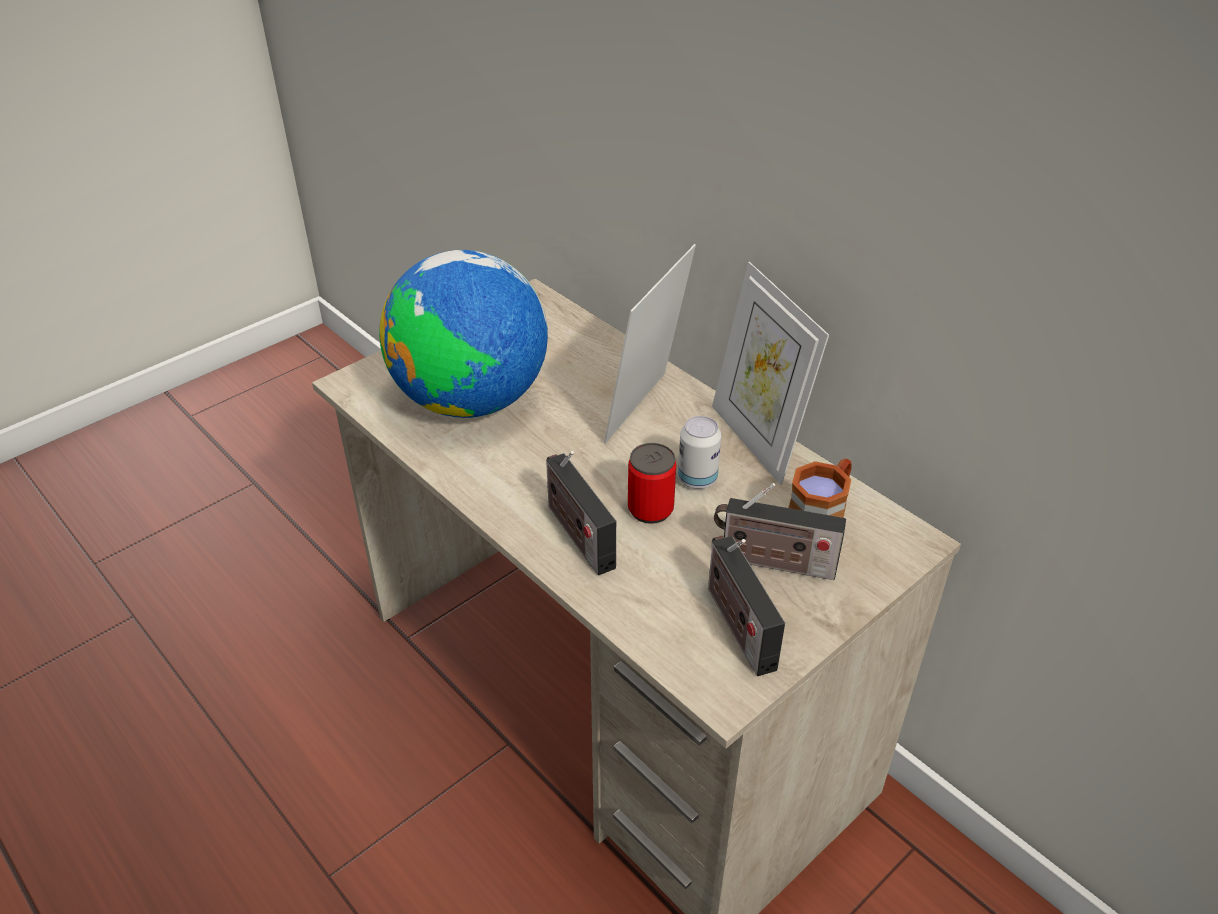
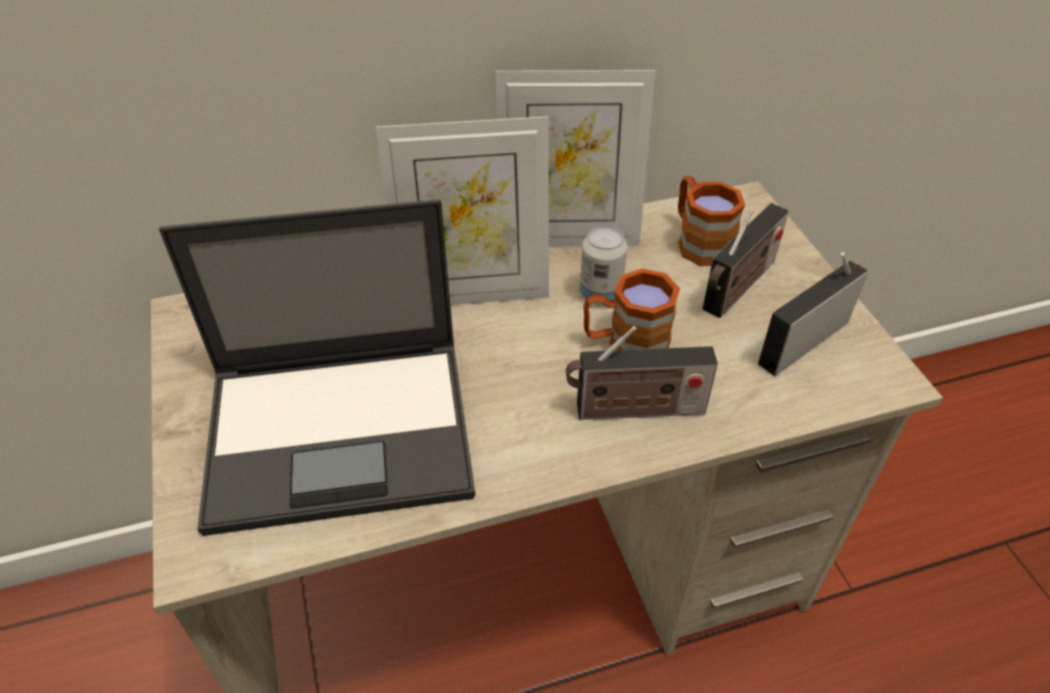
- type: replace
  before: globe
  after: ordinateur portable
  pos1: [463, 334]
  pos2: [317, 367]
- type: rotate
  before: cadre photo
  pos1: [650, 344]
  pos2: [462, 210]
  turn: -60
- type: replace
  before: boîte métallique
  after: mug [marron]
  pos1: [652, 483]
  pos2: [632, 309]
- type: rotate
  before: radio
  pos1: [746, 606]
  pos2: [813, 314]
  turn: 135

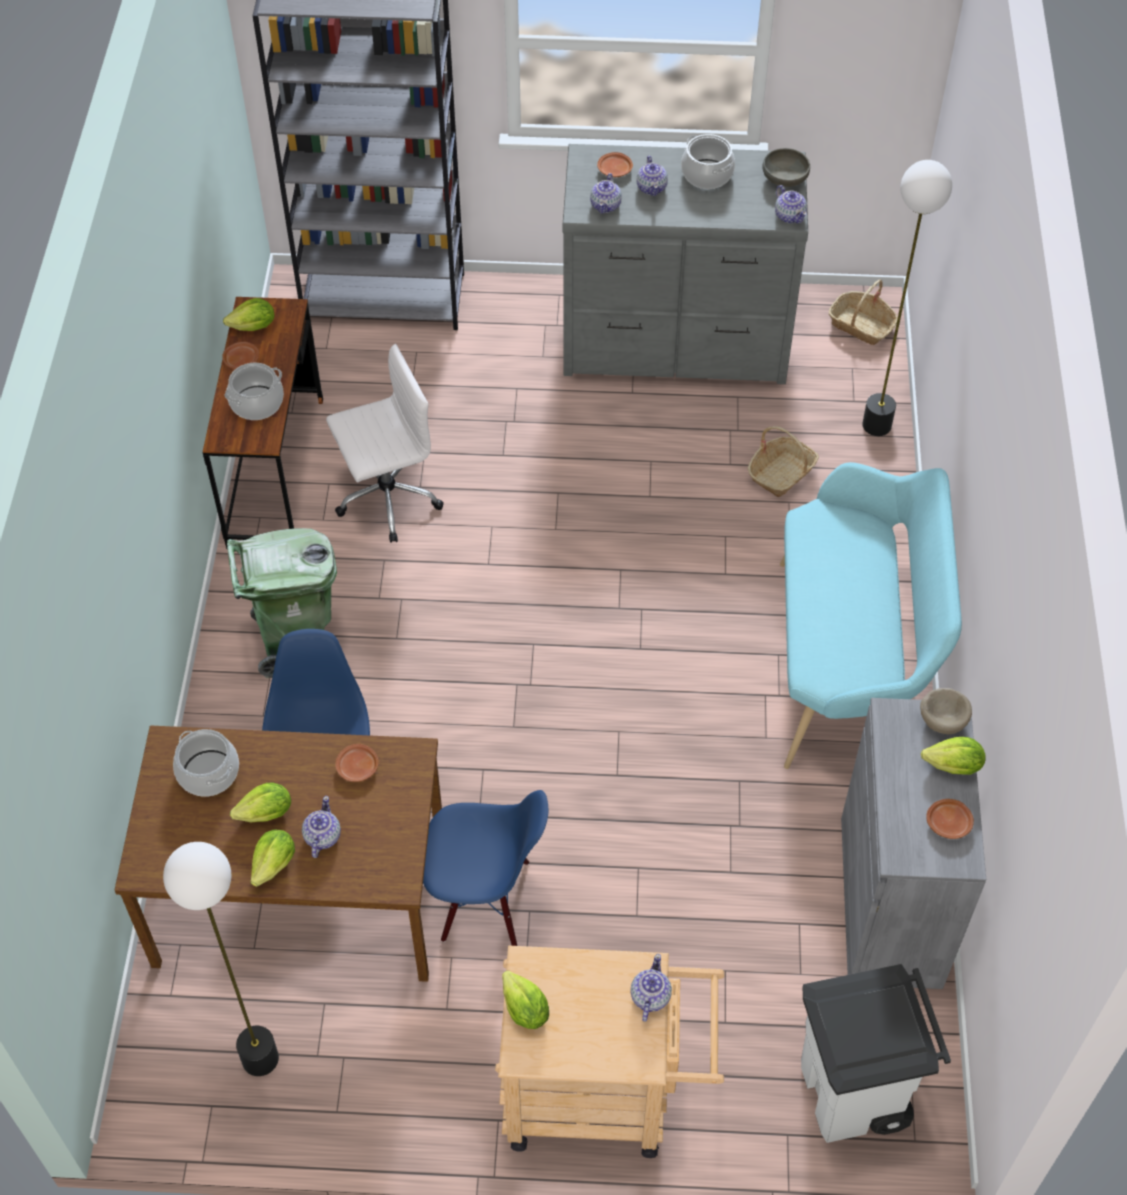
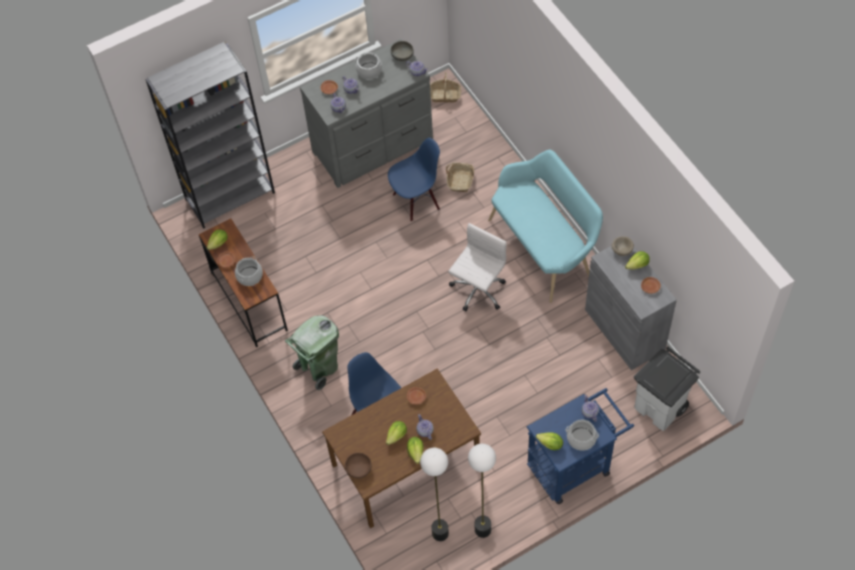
- type: insert
  after: bol [marron]
  pos2: [358, 466]
- type: move
  before: chaise [bleu]
  pos1: [485, 868]
  pos2: [414, 180]
- type: move
  before: chaise de bureau [blanc]
  pos1: [385, 443]
  pos2: [477, 267]
- type: move
  before: lampadaire
  pos1: [907, 298]
  pos2: [482, 491]
- type: recolor
  before: chariot [beige]
  after: chariot [bleu]
  pos1: [609, 1052]
  pos2: [580, 446]
- type: move
  before: marmite
  pos1: [206, 763]
  pos2: [582, 435]

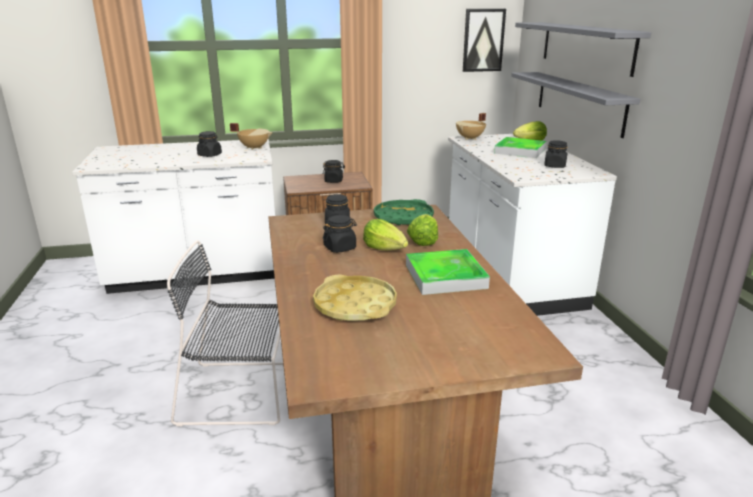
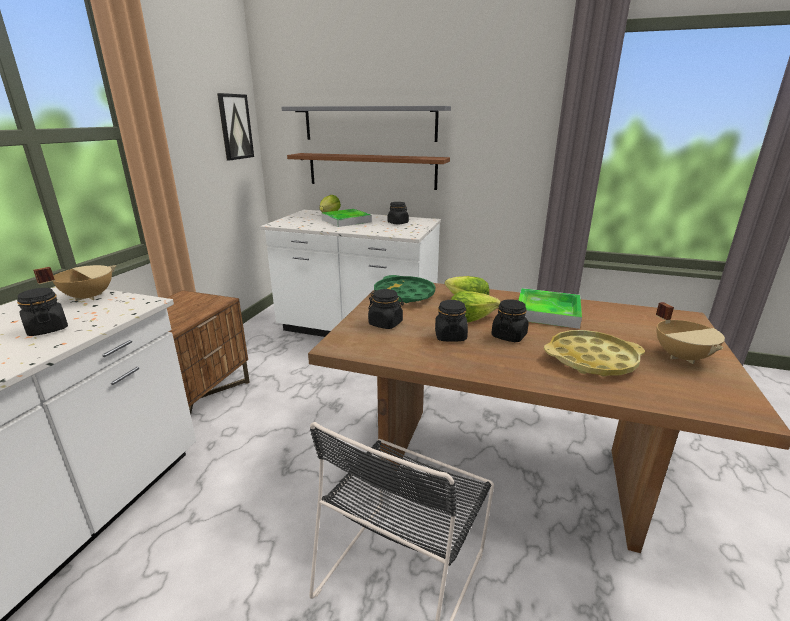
- type: recolor
  before: étagère [gris]
  after: étagère [marron]
  pos1: [575, 105]
  pos2: [368, 171]
- type: move
  before: bocal [noir]
  pos1: [334, 171]
  pos2: [510, 320]
- type: move
  before: marmite [beige]
  pos1: [471, 126]
  pos2: [690, 333]

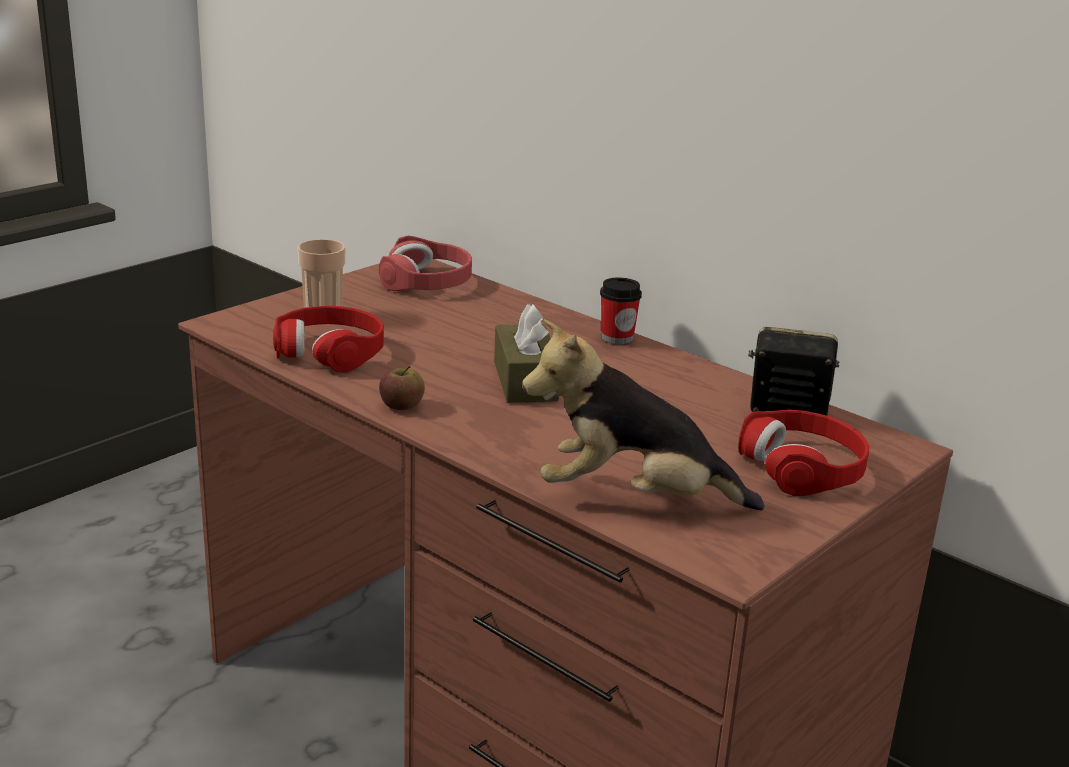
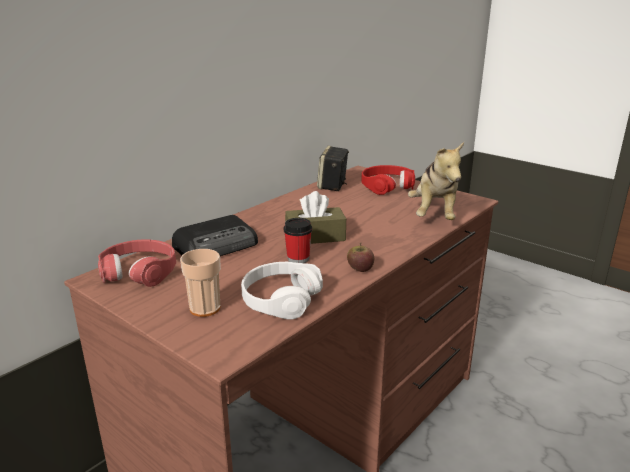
- type: insert
  after: radio
  pos2: [215, 235]
- type: recolor
  before: casque audio [rouge]
  after: casque audio [blanc]
  pos1: [328, 339]
  pos2: [282, 291]
- type: move
  before: tasse
  pos1: [621, 310]
  pos2: [298, 240]

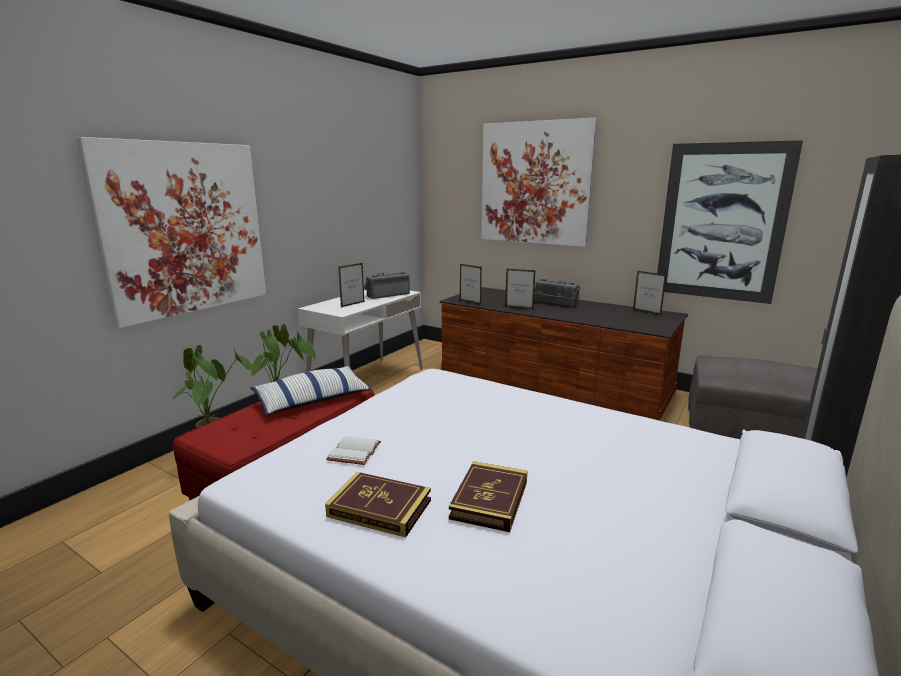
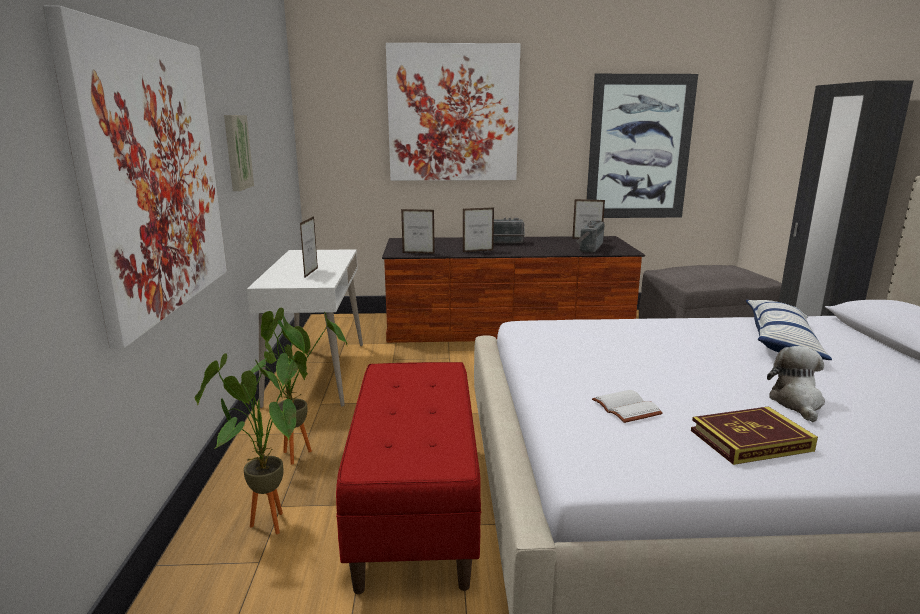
- type: insert
  after: tableau
  pos2: [239, 153]
- type: move
  before: radio
  pos1: [387, 285]
  pos2: [590, 236]
- type: move
  before: coussin
  pos1: [310, 390]
  pos2: [789, 330]
- type: replace
  before: livre
  after: peluche
  pos1: [488, 496]
  pos2: [796, 384]

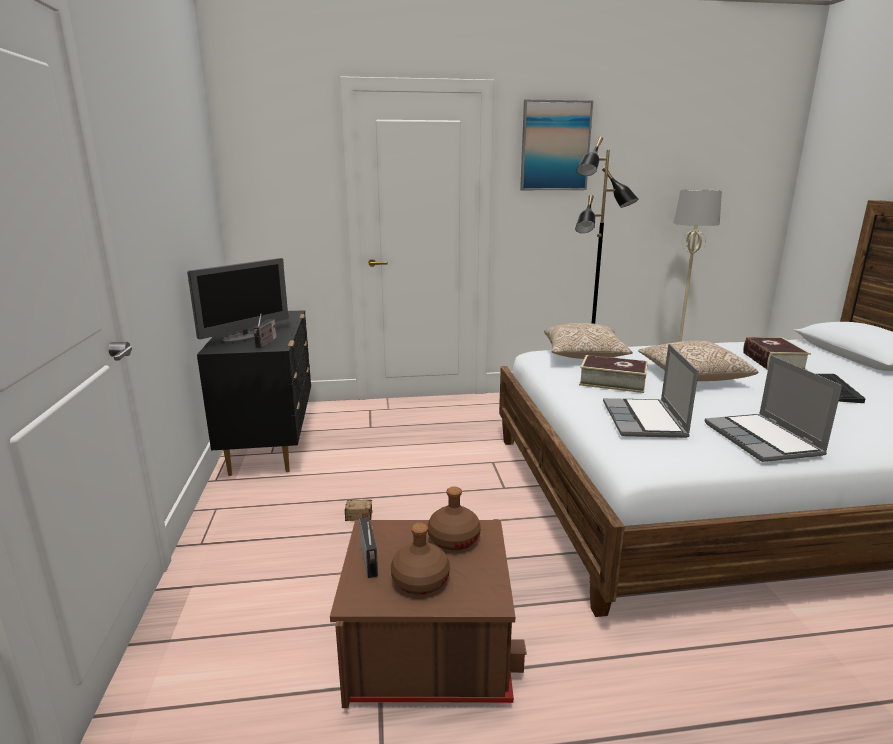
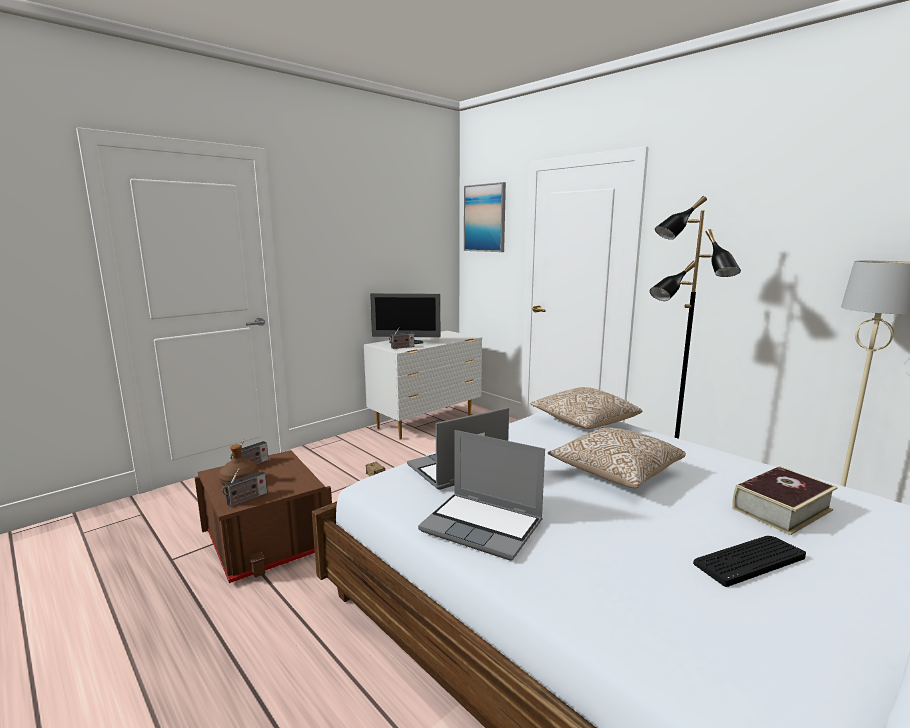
- type: insert
  after: radio
  pos2: [244, 487]
- type: recolor
  before: commode [noir]
  after: commode [blanc]
  pos1: [254, 393]
  pos2: [423, 385]
- type: rotate
  before: ordinateur portable
  pos1: [773, 408]
  pos2: [481, 495]
  turn: -105
- type: move
  before: tableau
  pos1: [556, 144]
  pos2: [485, 217]
- type: delete
  before: bouteille [marron]
  pos1: [454, 518]
- type: delete
  before: livre
  pos1: [613, 374]

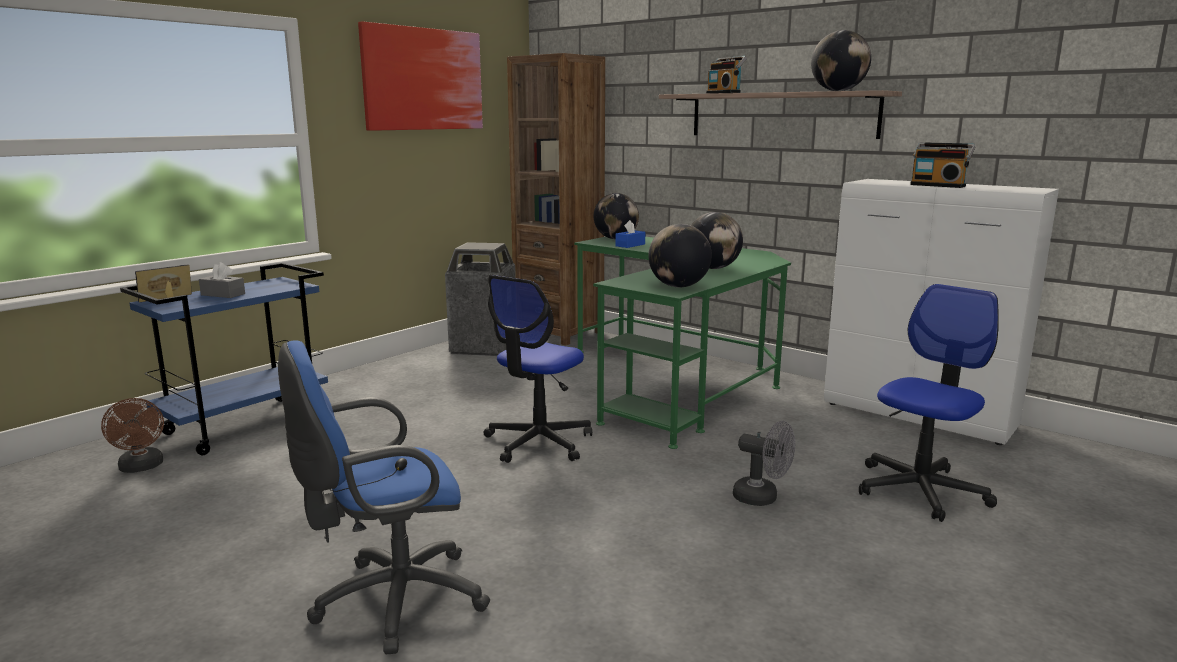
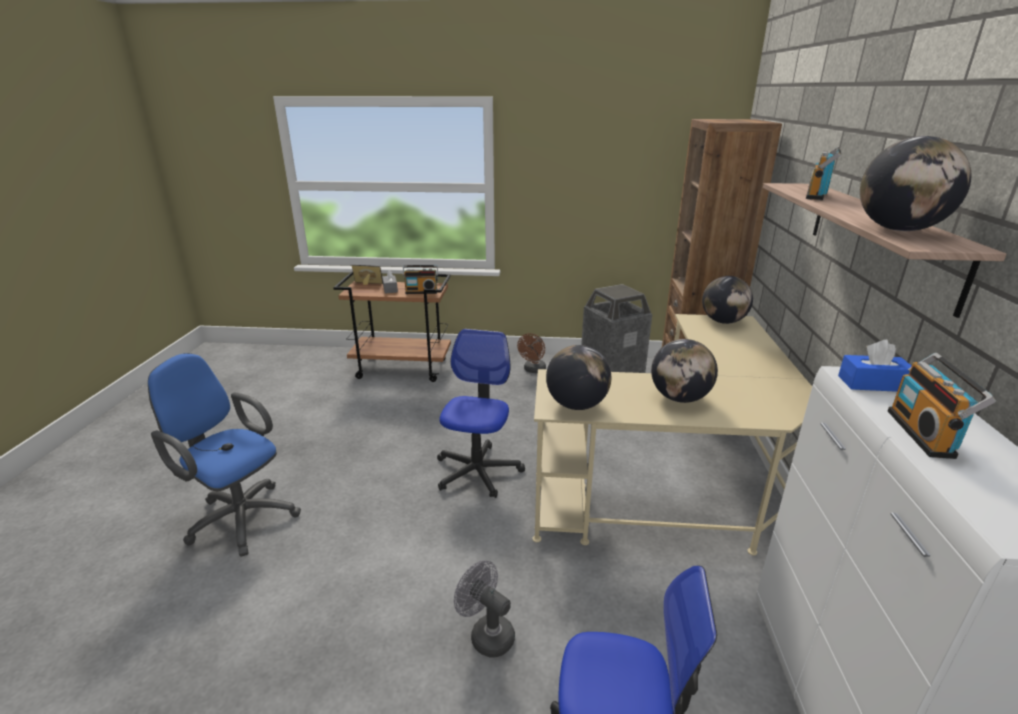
- type: recolor
  before: chariot [bleu]
  after: chariot [marron]
  pos1: [224, 359]
  pos2: [392, 327]
- type: insert
  after: radio
  pos2: [420, 279]
- type: rotate
  before: chaise de bureau
  pos1: [537, 369]
  pos2: [481, 413]
  turn: 105
- type: rotate
  before: ventilateur [gris]
  pos1: [764, 463]
  pos2: [484, 609]
  turn: 135
- type: move
  before: ventilateur [marron]
  pos1: [132, 435]
  pos2: [531, 353]
- type: recolor
  before: bureau [vert]
  after: bureau [beige]
  pos1: [682, 343]
  pos2: [672, 434]
- type: move
  before: boîte à mouchoirs [bleu]
  pos1: [630, 234]
  pos2: [875, 366]
- type: delete
  before: tableau
  pos1: [420, 76]

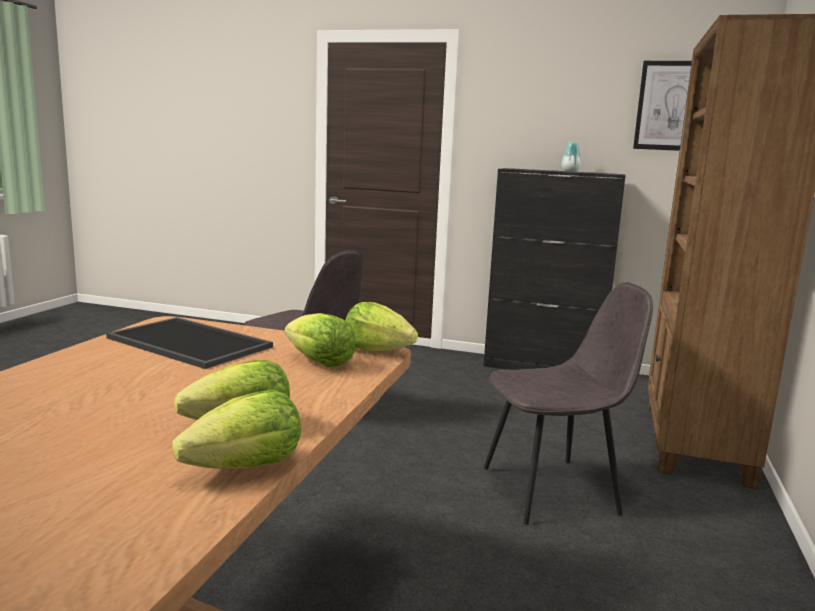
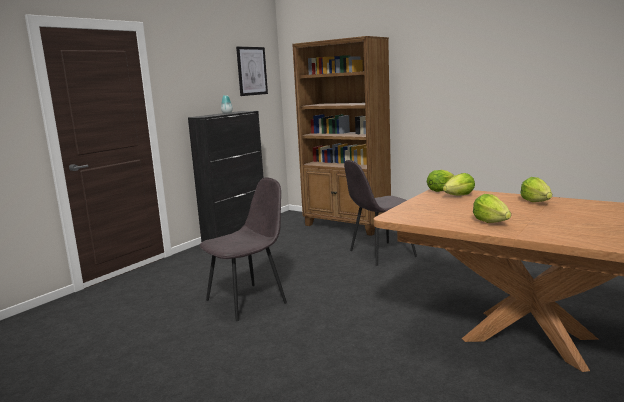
- type: rotate
  before: chaise [gris]
  pos1: [568, 403]
  pos2: [380, 213]
  turn: -120
- type: move
  before: laitue
  pos1: [236, 429]
  pos2: [492, 208]
- type: delete
  before: plateau
  pos1: [189, 343]

